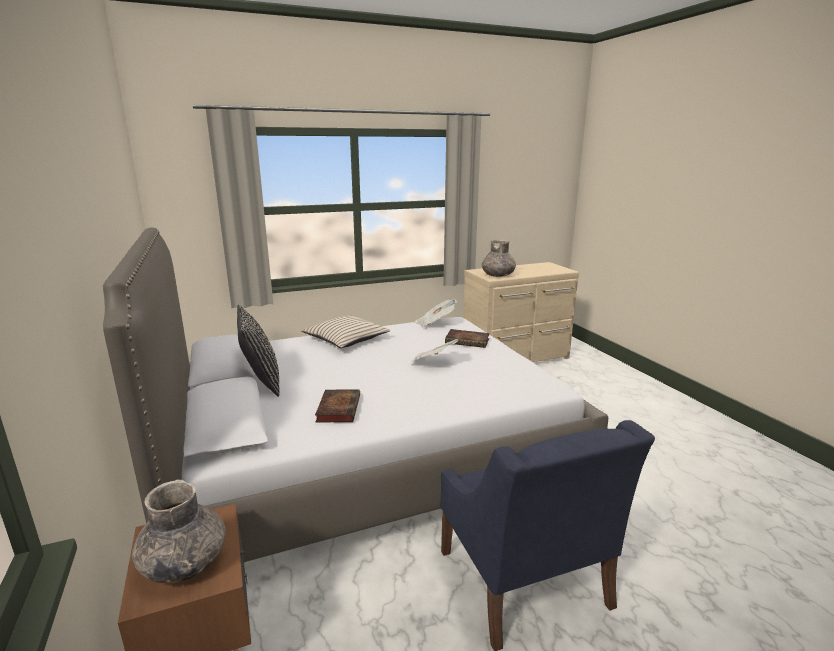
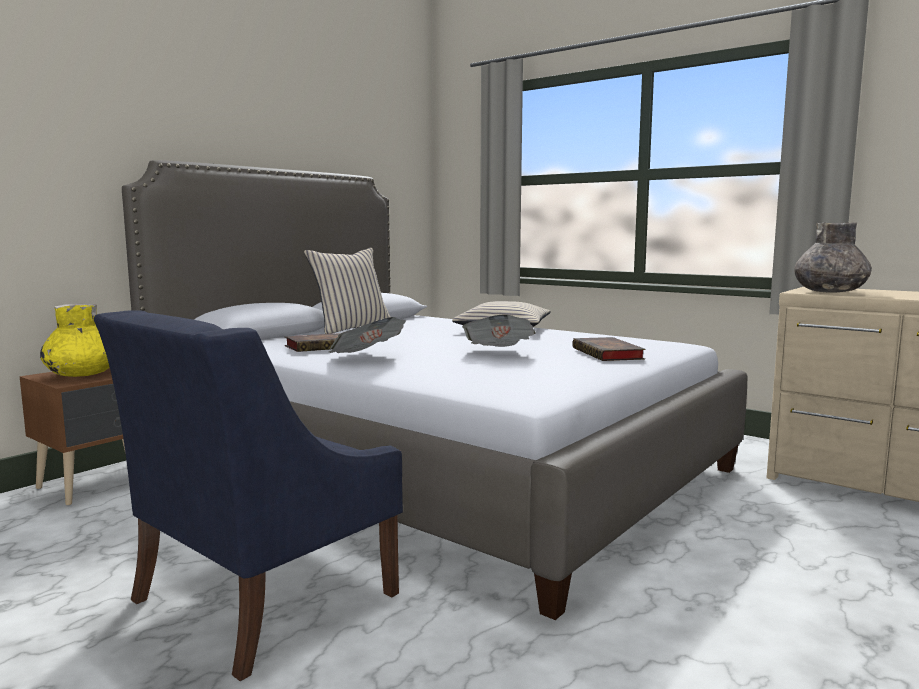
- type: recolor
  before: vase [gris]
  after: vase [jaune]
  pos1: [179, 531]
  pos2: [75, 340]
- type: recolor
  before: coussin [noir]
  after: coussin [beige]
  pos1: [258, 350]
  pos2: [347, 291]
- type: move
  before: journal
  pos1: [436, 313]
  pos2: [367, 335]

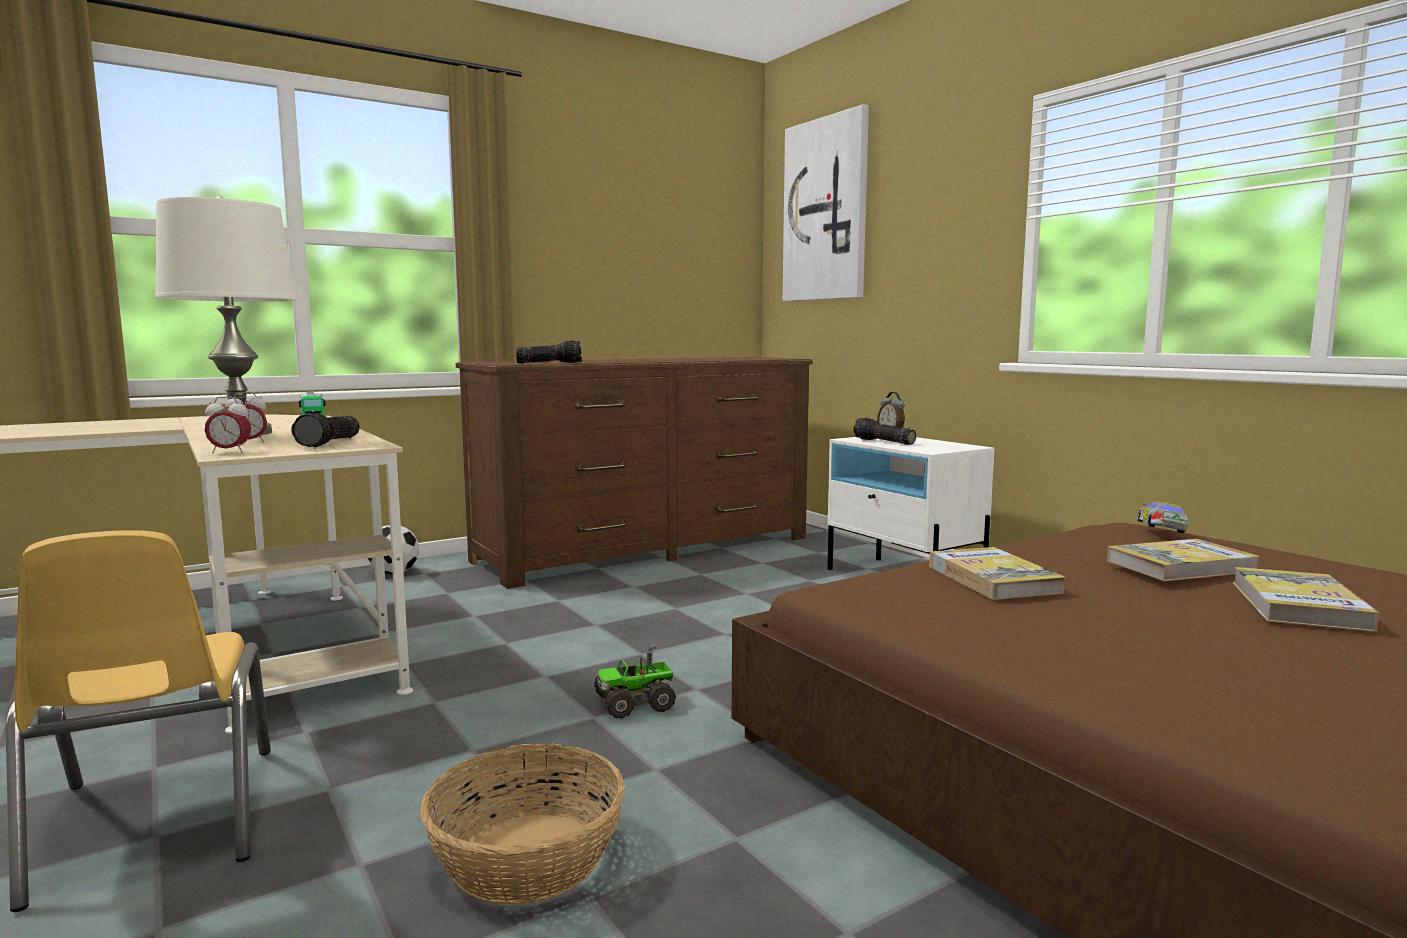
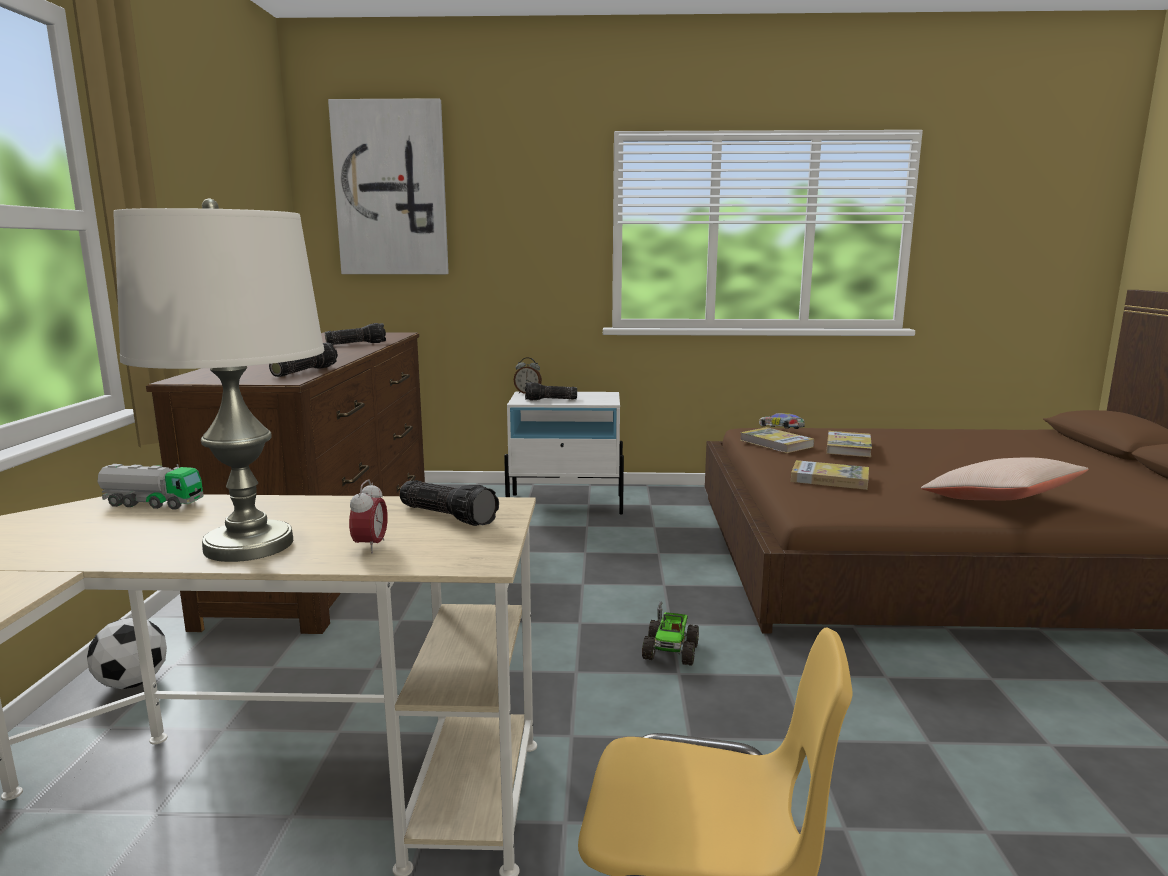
- type: insert
  after: lampe de poche
  pos2: [355, 334]
- type: move
  before: livre
  pos1: [1306, 599]
  pos2: [777, 440]
- type: insert
  after: coussin [beige]
  pos2: [1005, 478]
- type: delete
  before: réveil
  pos1: [228, 425]
- type: delete
  before: panier
  pos1: [522, 824]

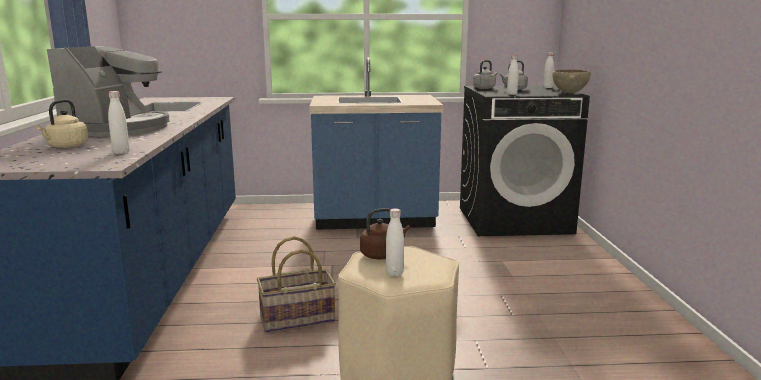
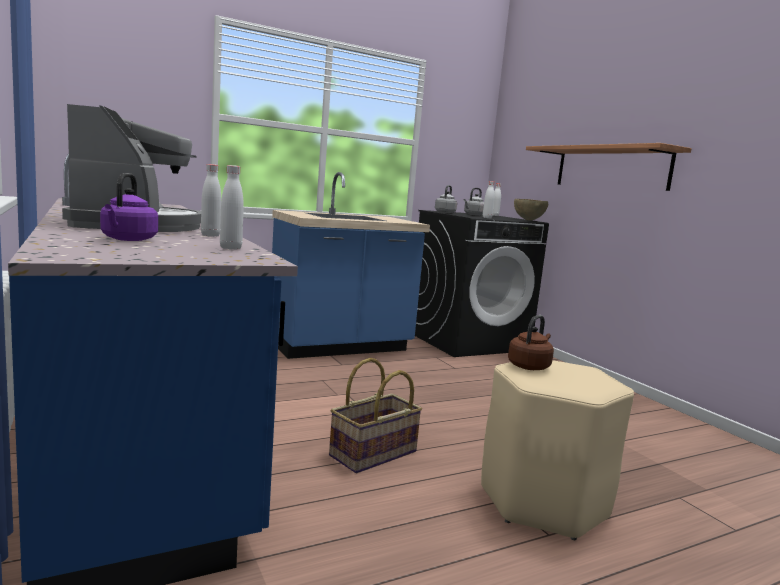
- type: recolor
  before: bouilloire [beige]
  after: bouilloire [violet]
  pos1: [62, 123]
  pos2: [129, 207]
- type: move
  before: bouteille [blanc]
  pos1: [395, 242]
  pos2: [211, 200]
- type: insert
  after: étagère
  pos2: [609, 167]

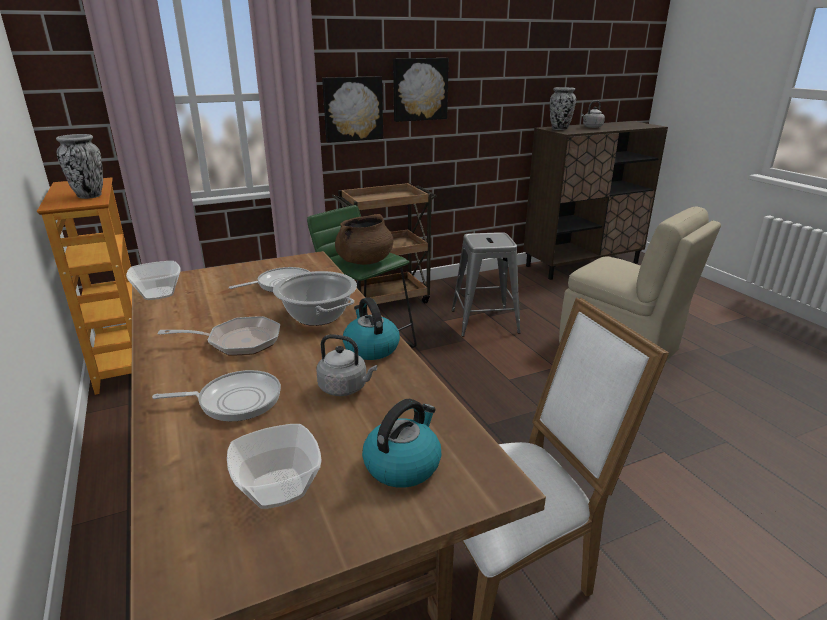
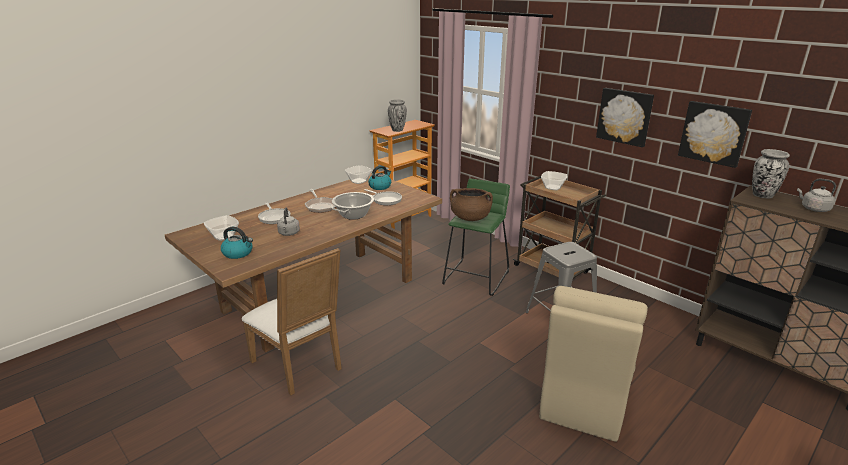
- type: move
  before: bouilloire
  pos1: [371, 328]
  pos2: [379, 178]
- type: insert
  after: bol
  pos2: [554, 180]
- type: move
  before: tableau
  pos1: [352, 109]
  pos2: [715, 134]

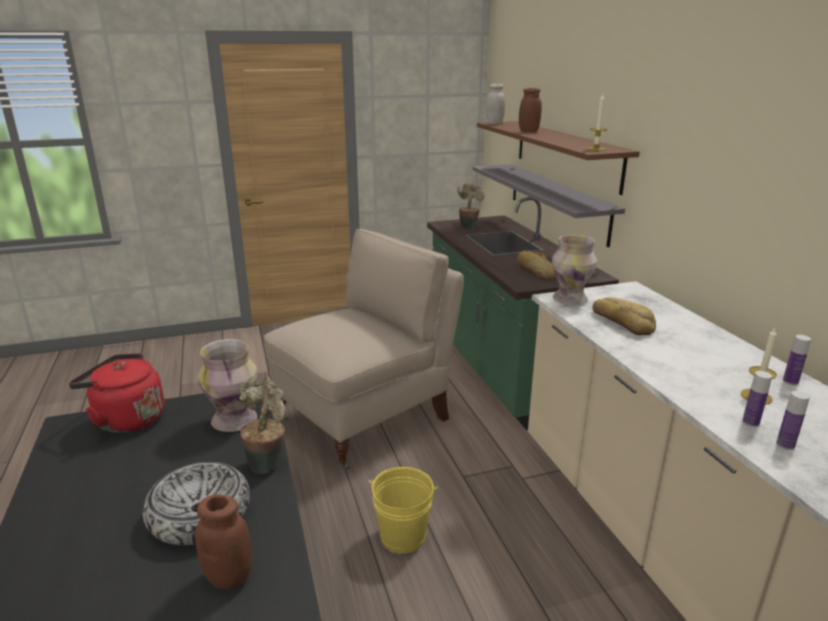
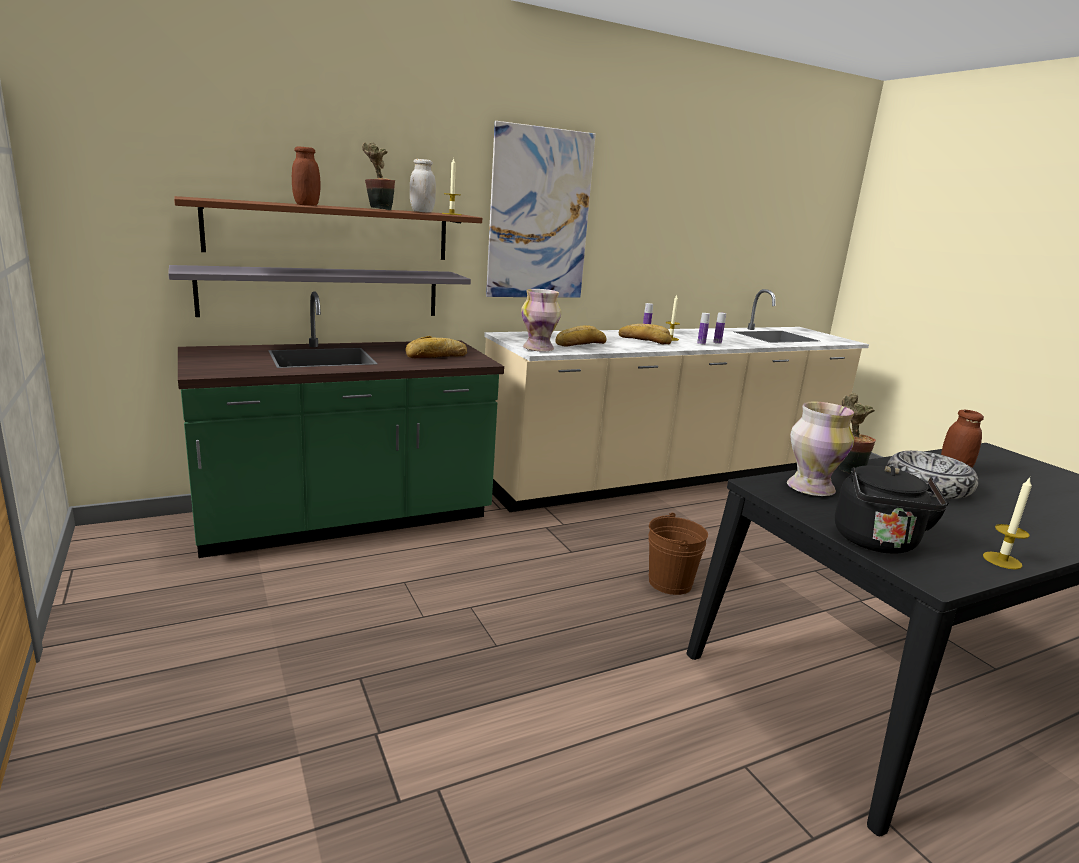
- type: move
  before: plante en pot
  pos1: [471, 207]
  pos2: [378, 176]
- type: move
  before: bocal [blanc]
  pos1: [495, 104]
  pos2: [423, 186]
- type: insert
  after: tableau
  pos2: [541, 209]
- type: insert
  after: pain
  pos2: [645, 334]
- type: recolor
  before: seau [jaune]
  after: seau [marron]
  pos1: [403, 510]
  pos2: [678, 554]
- type: recolor
  before: bouilloire [rouge]
  after: bouilloire [noir]
  pos1: [116, 393]
  pos2: [892, 509]
- type: insert
  after: bougie
  pos2: [1007, 523]
- type: delete
  before: chaise [beige]
  pos1: [364, 349]

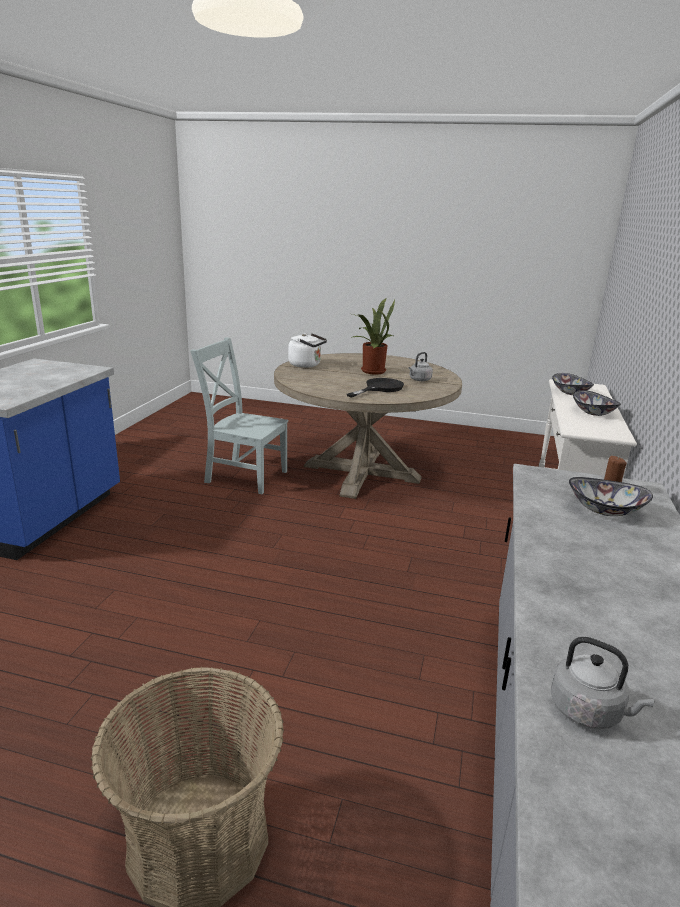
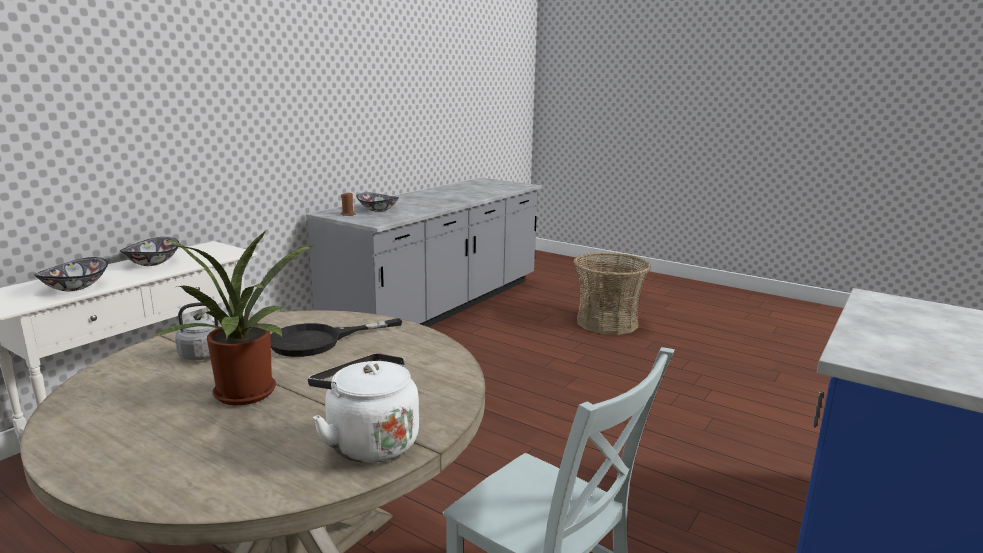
- type: delete
  before: bouilloire [gris]
  pos1: [602, 683]

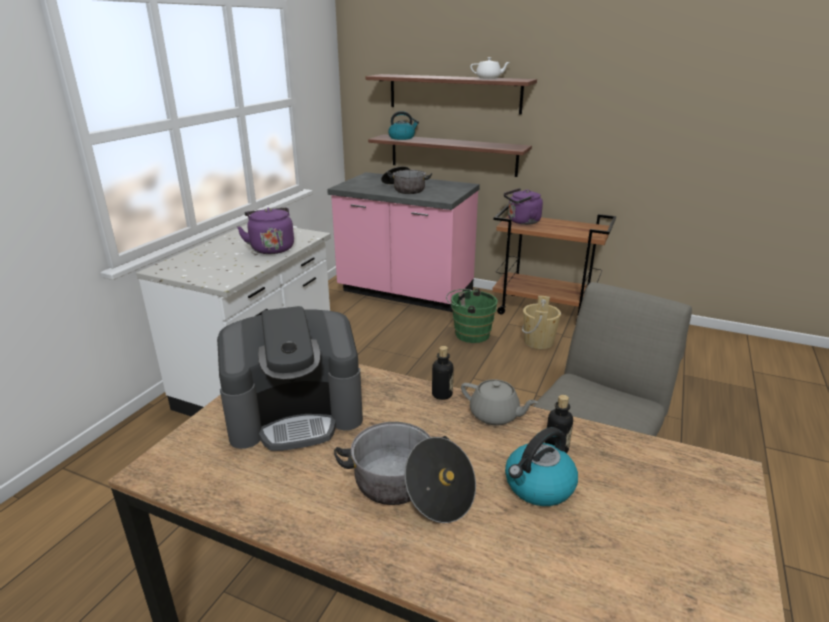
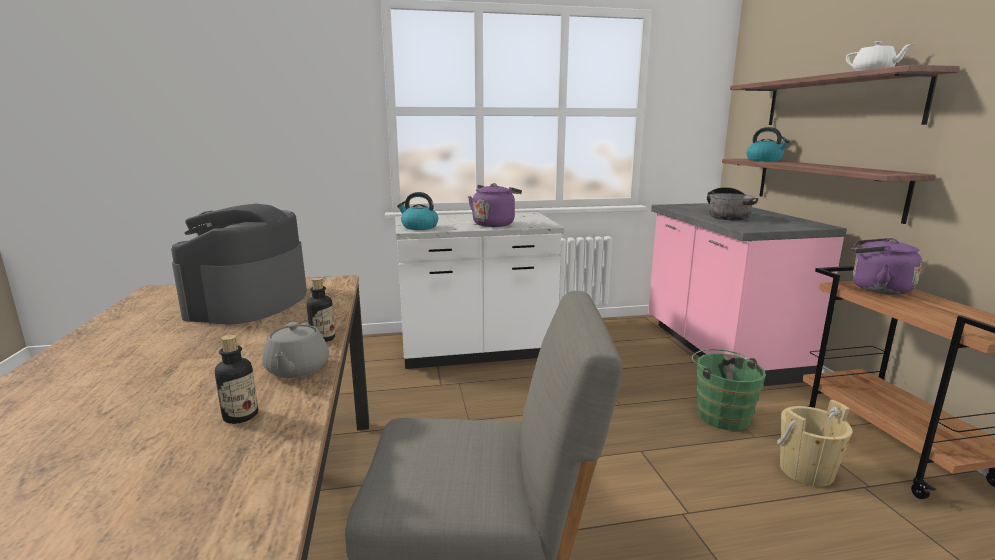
- type: rotate
  before: machine à café
  pos1: [290, 378]
  pos2: [239, 264]
  turn: 60
- type: move
  before: bouilloire
  pos1: [541, 466]
  pos2: [417, 211]
- type: delete
  before: marmite
  pos1: [405, 472]

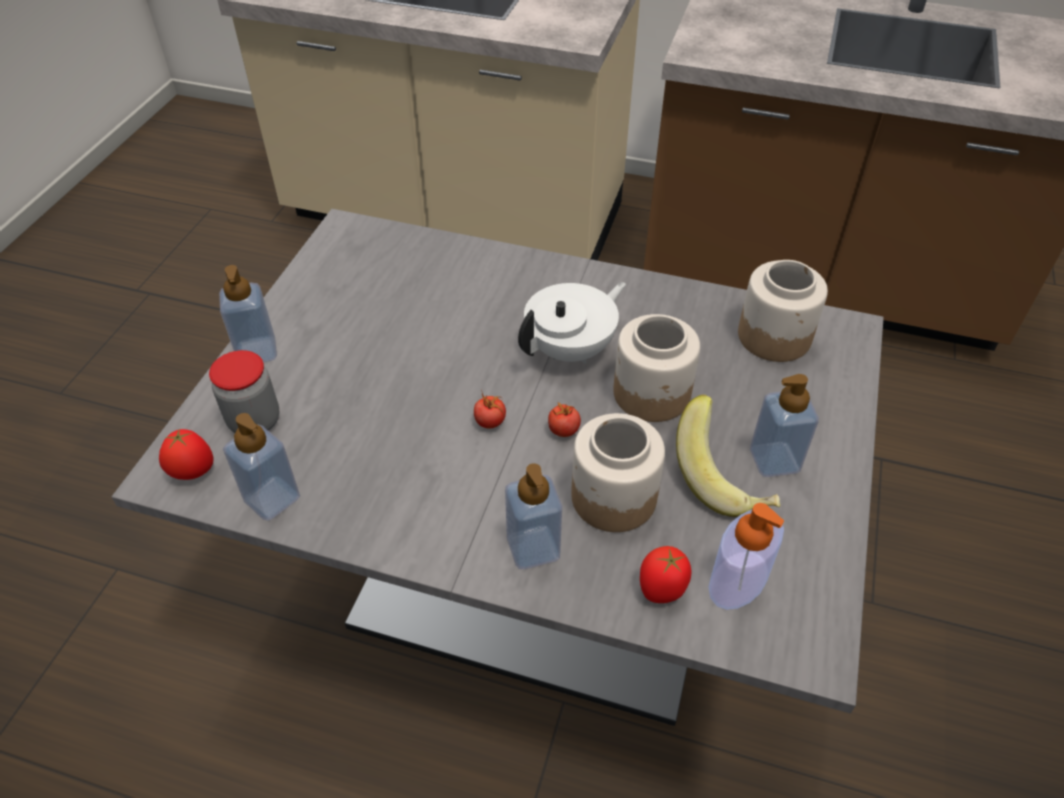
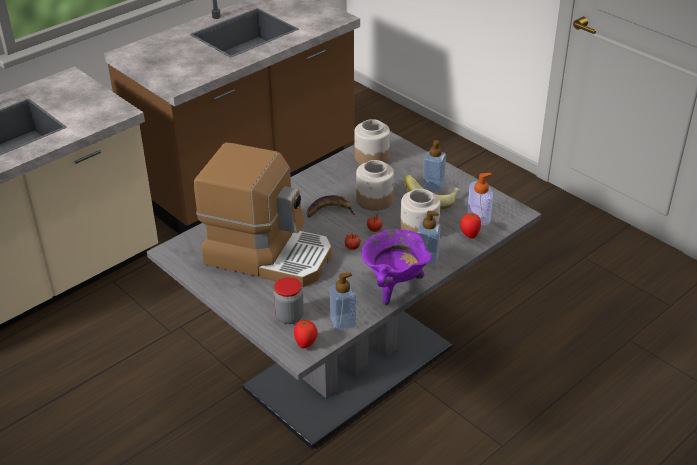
- type: insert
  after: machine à café
  pos2: [263, 215]
- type: replace
  before: théière [blanc]
  after: banane
  pos1: [572, 323]
  pos2: [331, 206]
- type: insert
  after: marmite [violet]
  pos2: [397, 267]
- type: delete
  before: distributeur de savon
  pos1: [248, 313]

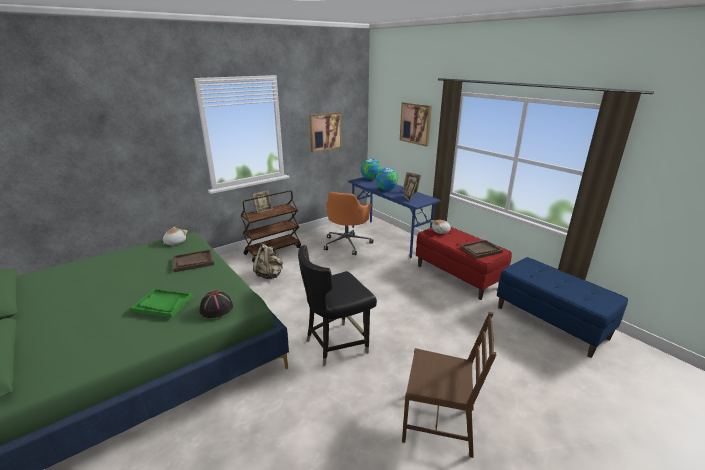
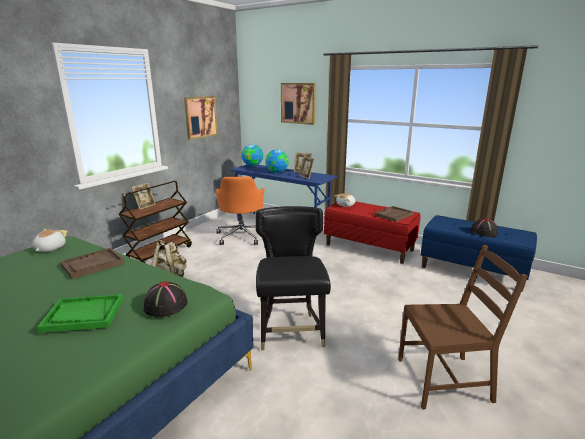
- type: rotate
  before: chaise [noir]
  pos1: [337, 305]
  pos2: [293, 278]
  turn: 135
- type: insert
  after: chapeau [noir]
  pos2: [484, 227]

